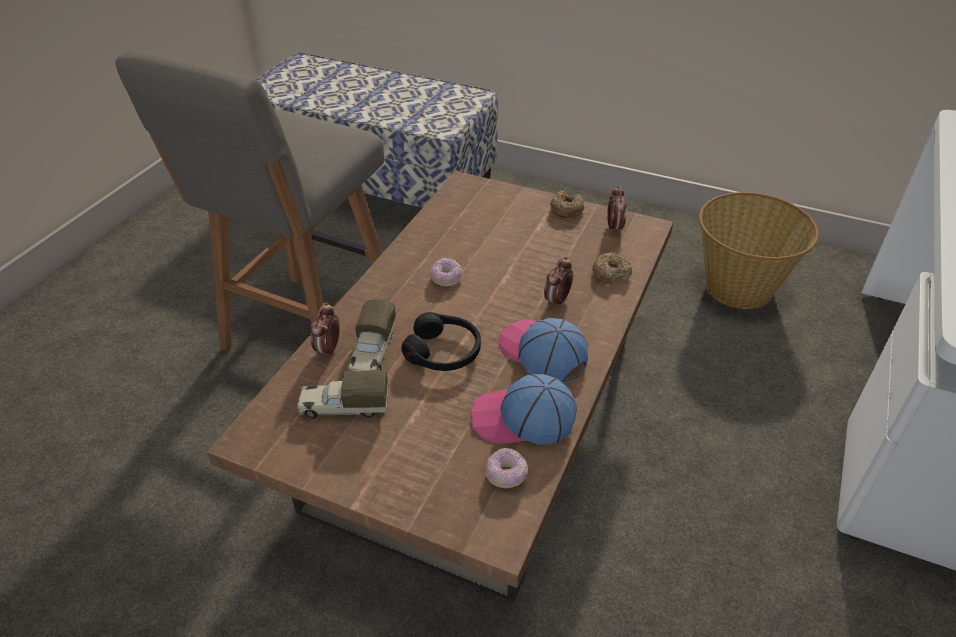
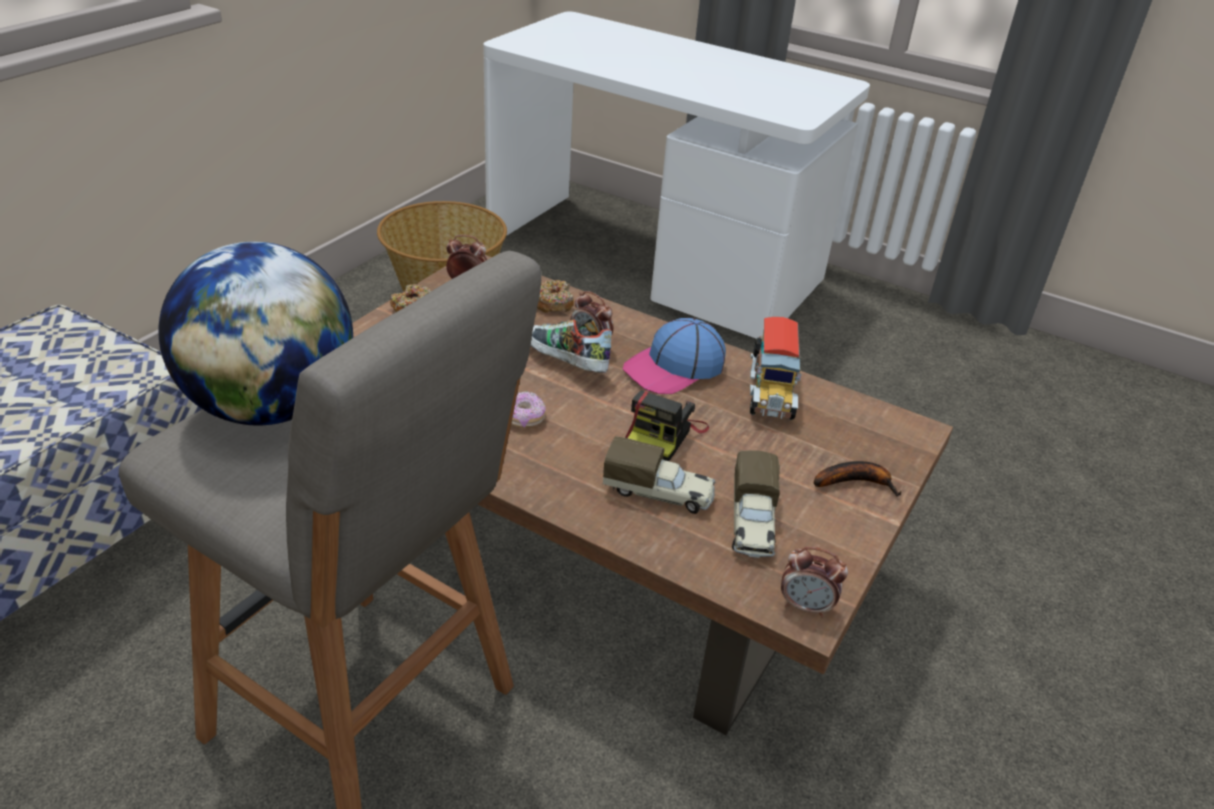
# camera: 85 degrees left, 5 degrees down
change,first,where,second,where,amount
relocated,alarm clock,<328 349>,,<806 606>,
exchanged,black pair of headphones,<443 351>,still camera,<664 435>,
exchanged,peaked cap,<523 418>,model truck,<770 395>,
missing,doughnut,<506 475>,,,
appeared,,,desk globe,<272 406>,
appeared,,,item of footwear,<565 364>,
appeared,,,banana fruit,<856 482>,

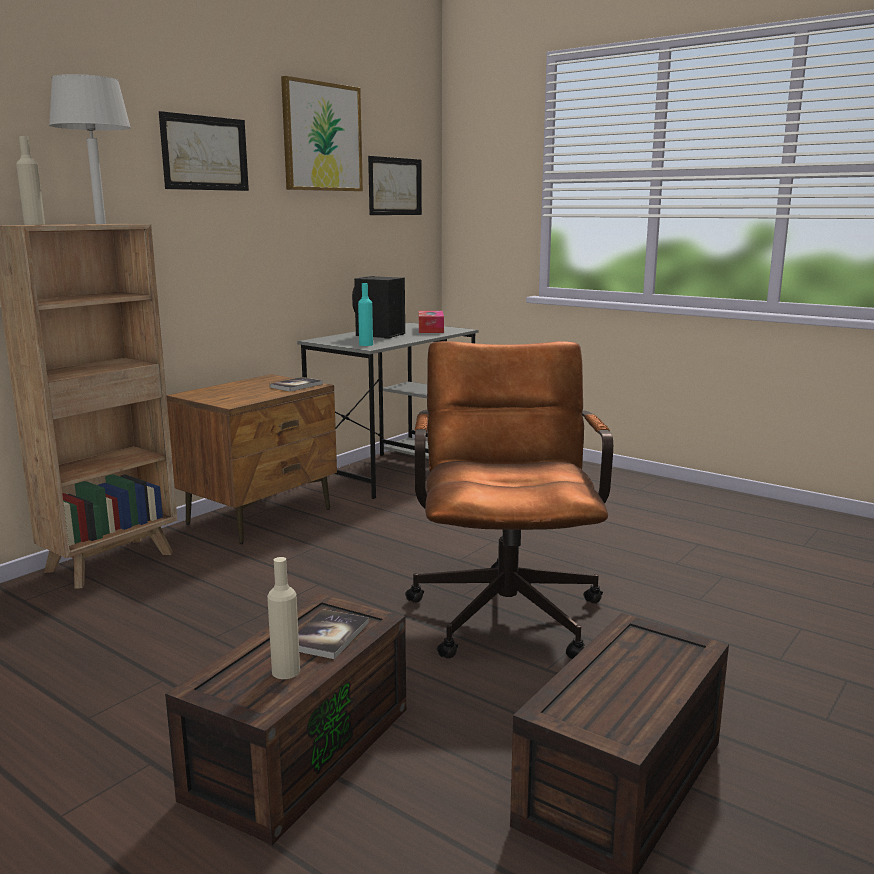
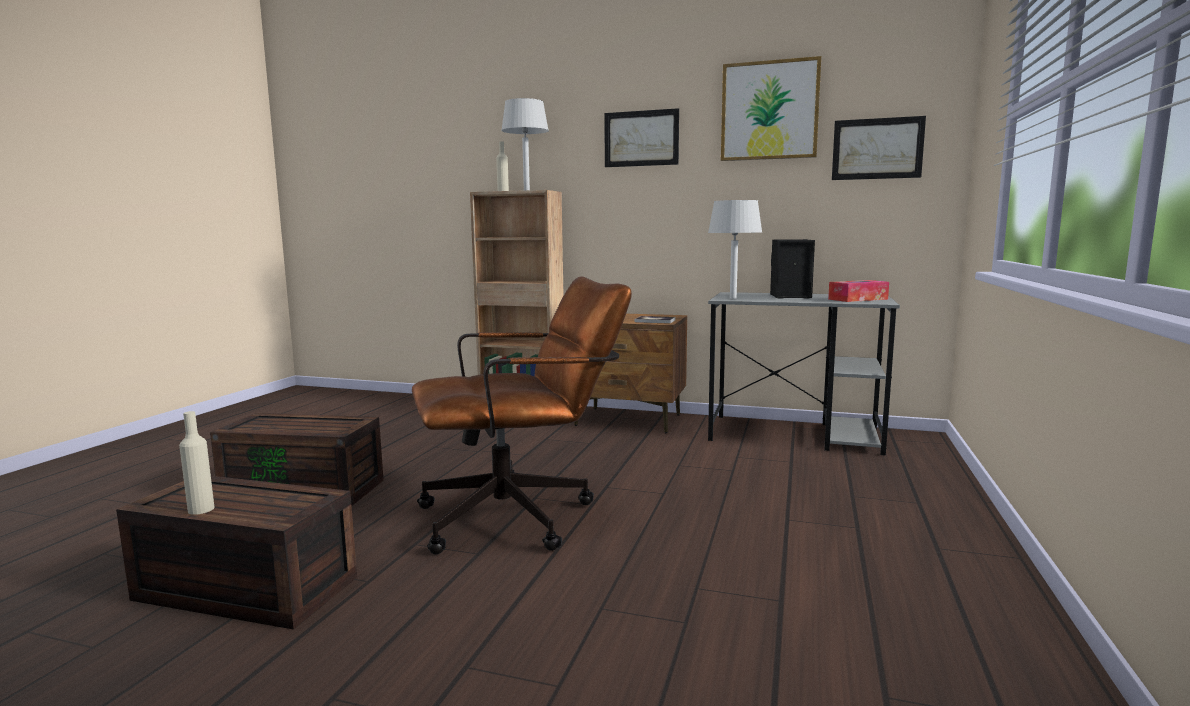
# camera: 70 degrees right, 5 degrees down
change,first,where,second,where,amount
relocated,beige-coloured drink bottle,<286 671>,,<201 509>,
missing,bound book,<328 635>,,,
exchanged,turquoise-coloured drink bottle,<366 344>,gray table lamp,<733 298>,

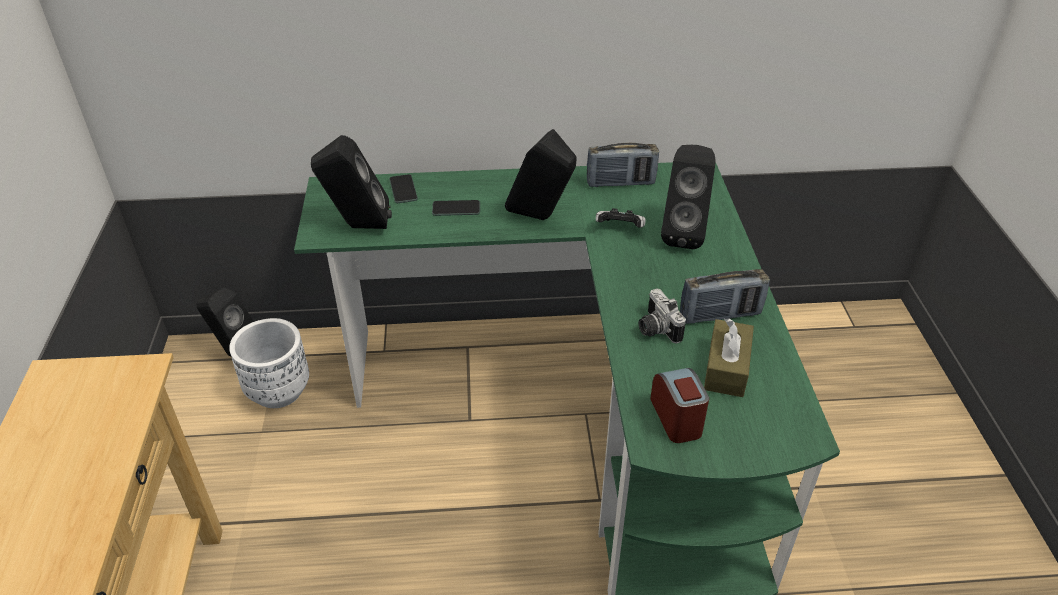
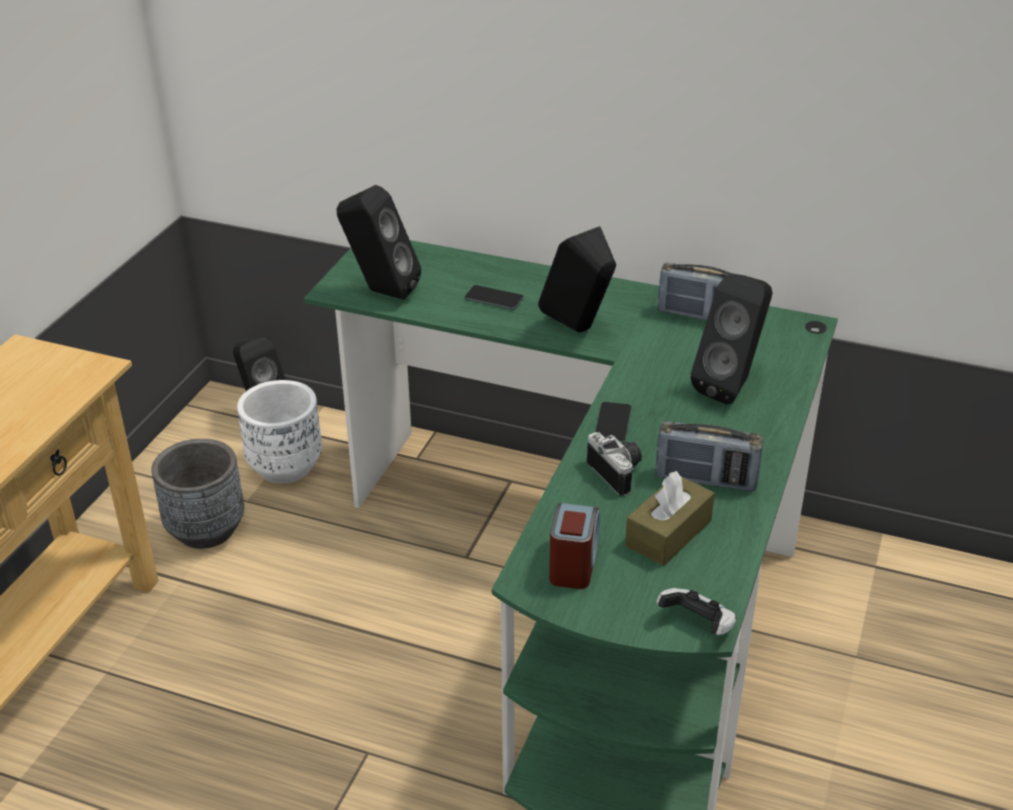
# camera: 25 degrees right, 5 degrees down
change,first,where,second,where,amount
relocated,phone,<403 189>,,<612 423>,
relocated,joypad,<620 229>,,<697 624>,
spun,still camera,<655 329>,,<619 472>,150 degrees clockwise
appeared,,,gray plant pot,<206 530>,

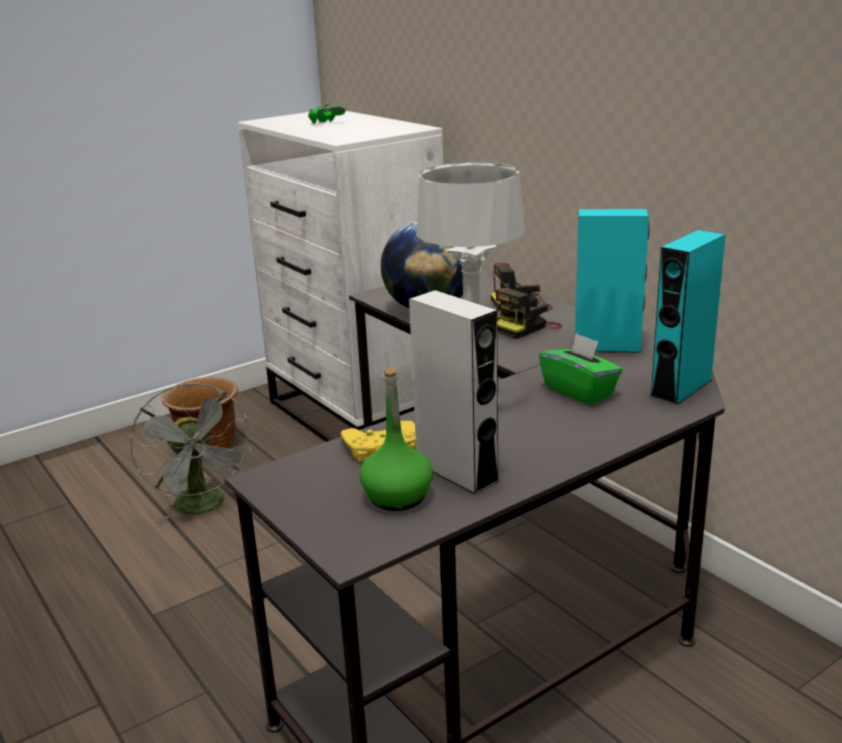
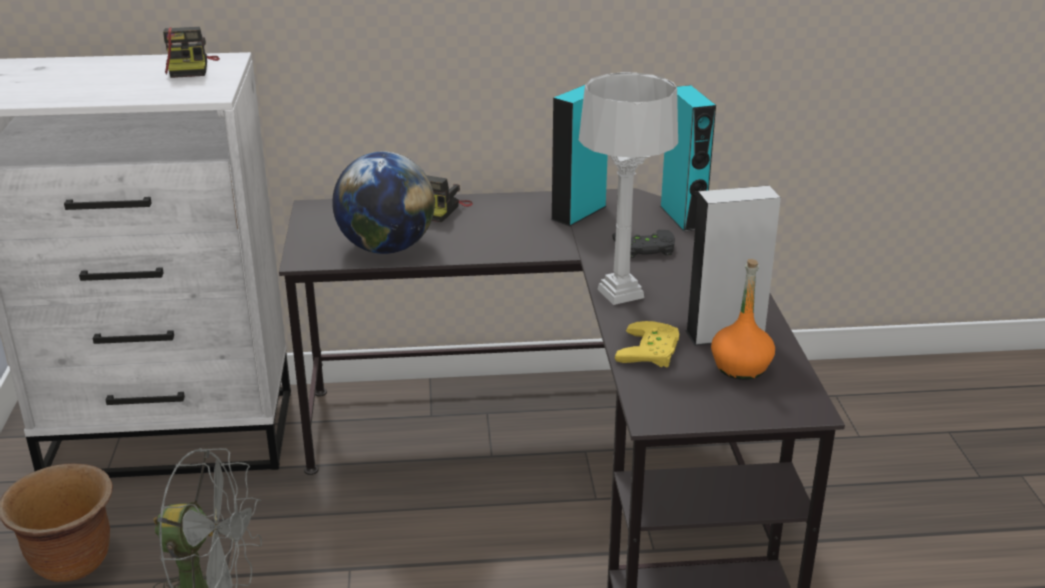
# camera: 60 degrees left, 5 degrees up
change,first,where,second,where,amount
missing,greenish joypad,<326 123>,,,
colour,greenish drink bottle,<397 497>,orangey drink bottle,<741 367>,
relocated,still camera,<526 328>,,<190 68>,
exchanged,greenish box of tissues,<579 391>,black joypad,<645 249>,

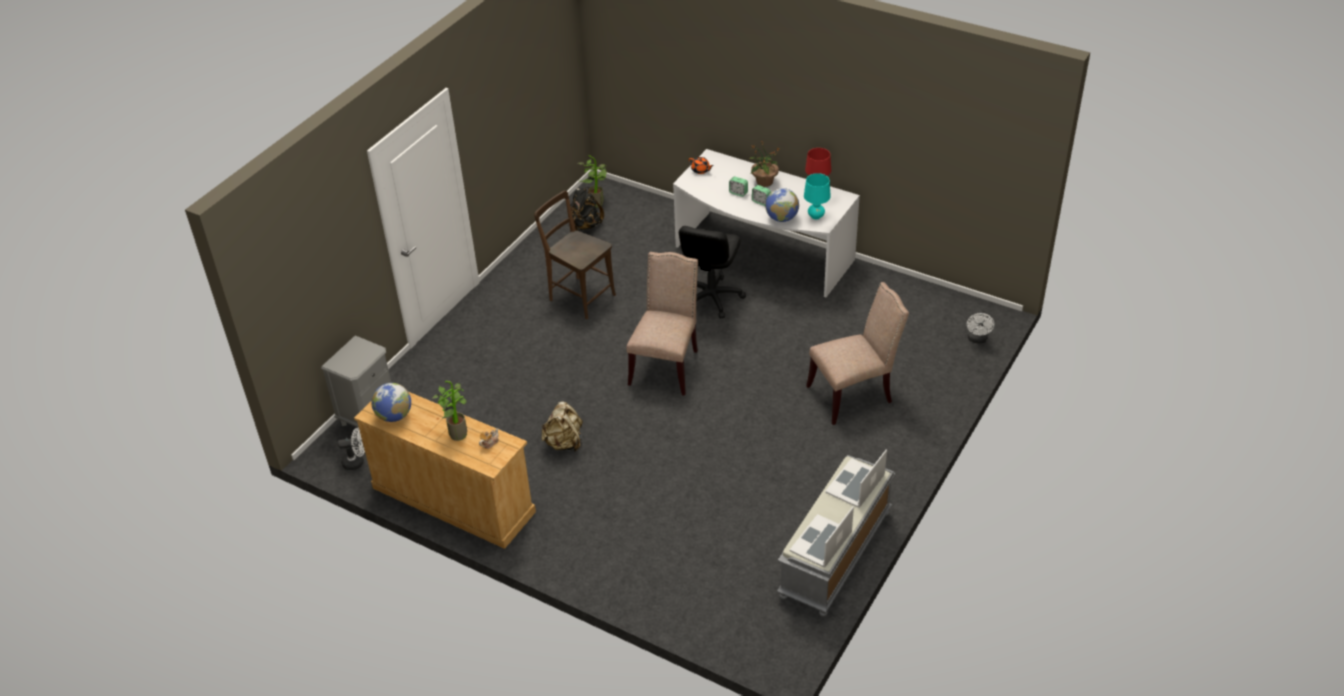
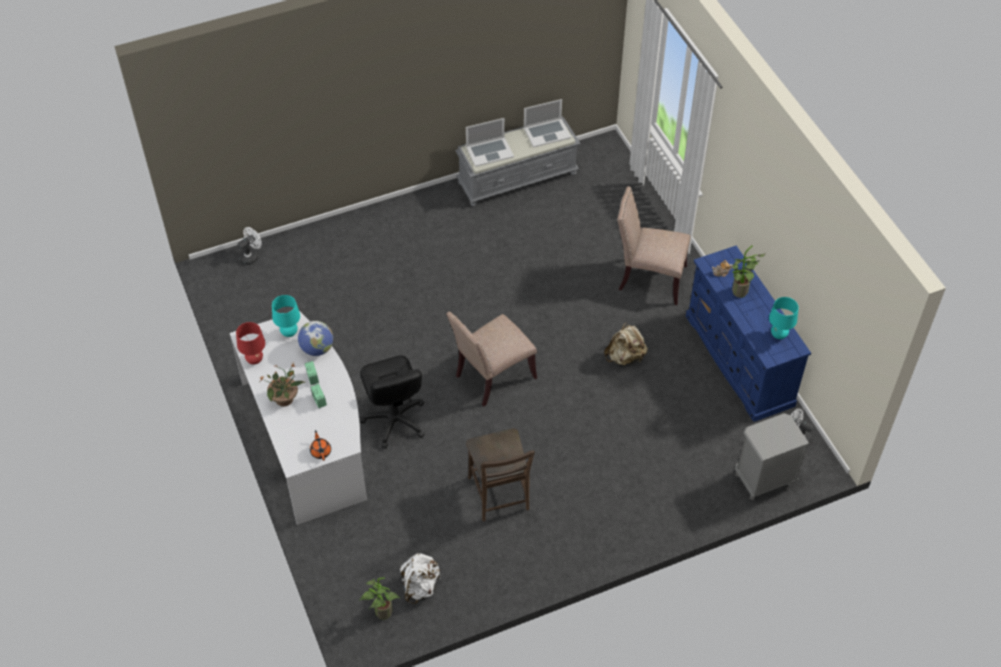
# camera: 145 degrees left, 10 degrees up
change,first,where,second,where,amount
colour,beige-coloured chest of drawers,<452 500>,blue chest of drawers,<739 360>,
exchanged,desk globe,<394 416>,turquoise-coloured table lamp,<778 335>,
colour,black rucksack,<585 225>,white-coloured rucksack,<420 586>,
spun,black office chair,<711 298>,,<394 420>,105 degrees clockwise
relocated,beige-coloured plain chair,<853 394>,,<649 278>,

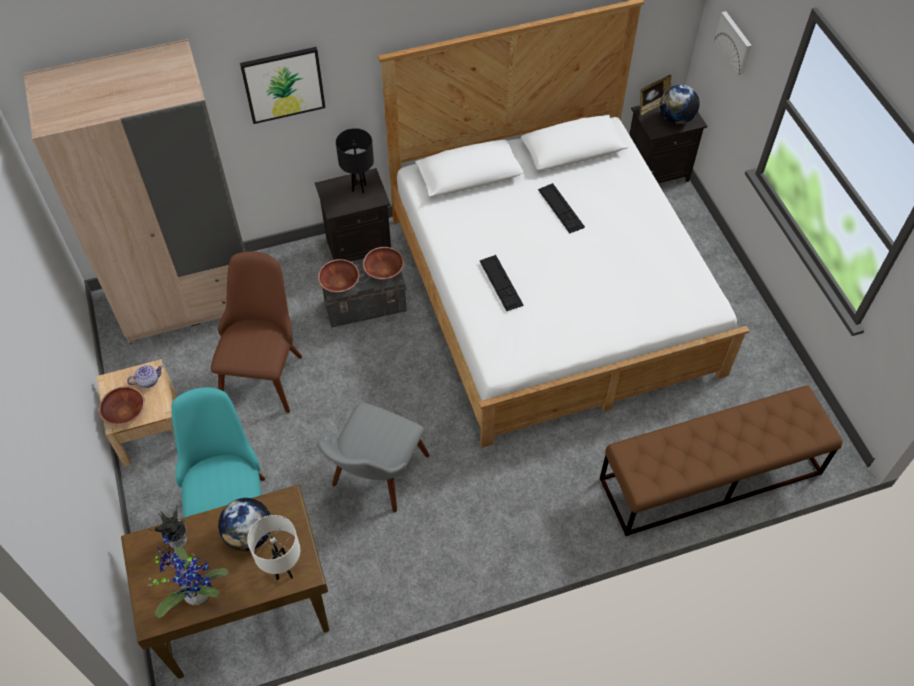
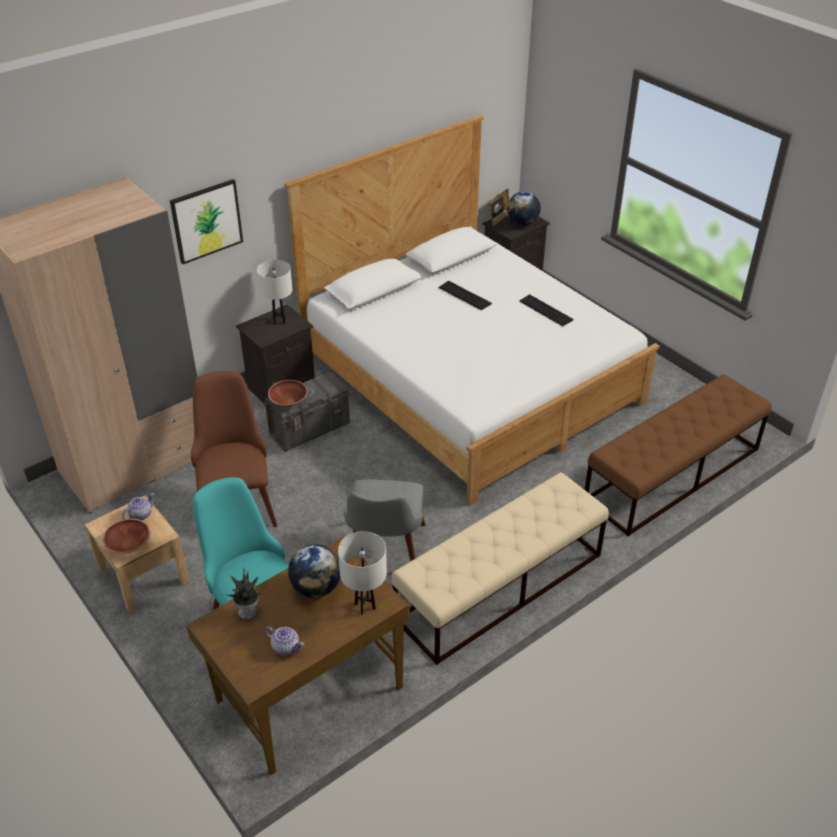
# camera: 20 degrees left, 15 degrees down
change,first,where,second,where,amount
exchanged,plant in a pot,<195 592>,pot for tea,<286 647>,
colour,black table lamp,<359 188>,white-coloured table lamp,<279 321>,
missing,brown-coloured bowl,<384 270>,,,
relocated,keyboard,<501 283>,,<545 310>,
missing,picture,<734 42>,,,
appeared,,,beige-coloured bench,<499 587>,

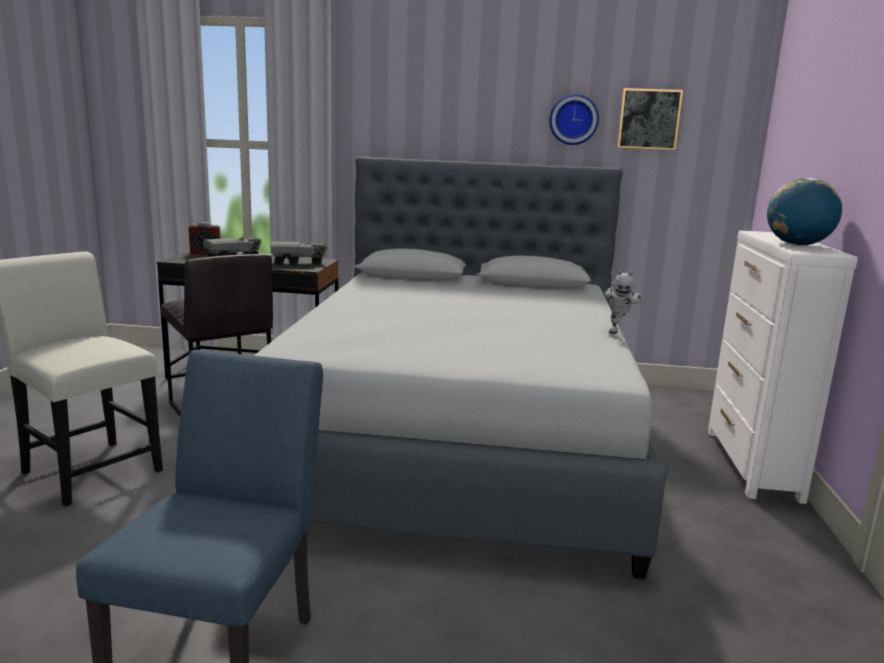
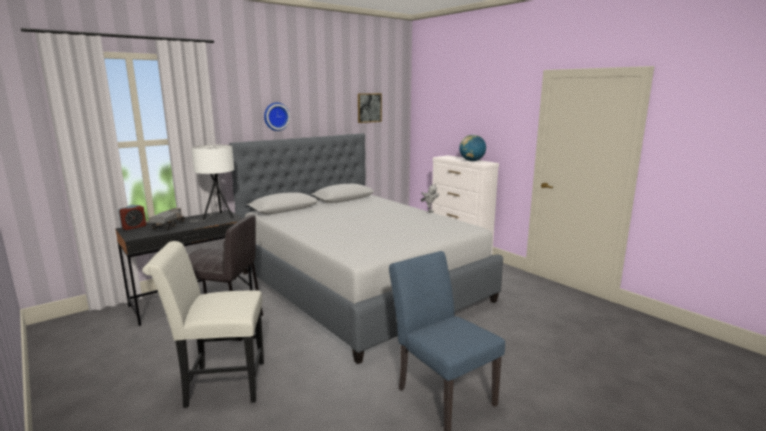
# camera: 45 degrees left, 0 degrees up
change,first,where,second,where,amount
exchanged,model truck,<298 263>,white-coloured table lamp,<217 217>,
relocated,hanging clock,<573 119>,,<276 116>,

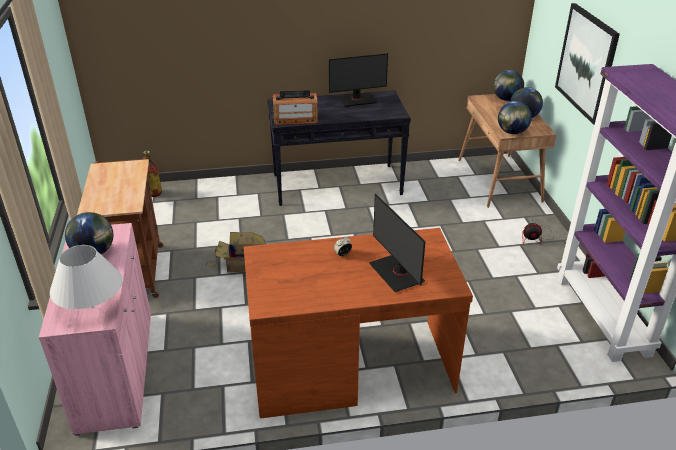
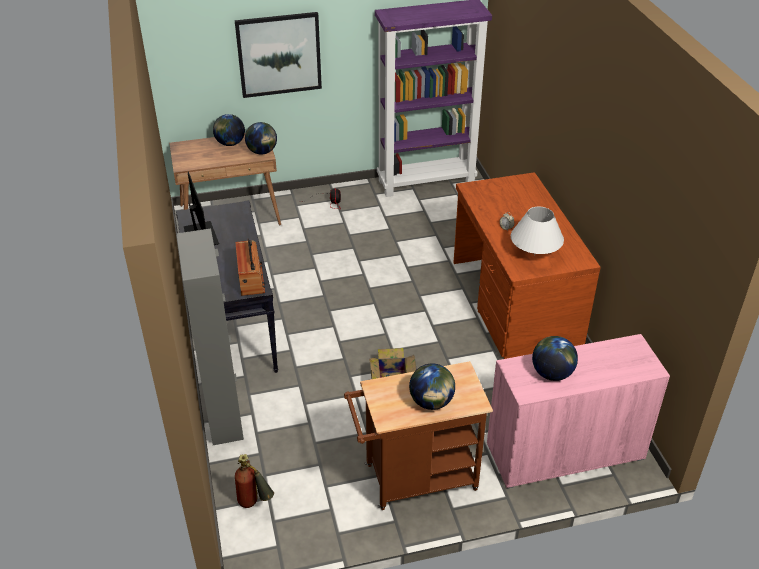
# camera: 95 degrees left, 5 degrees up
change,first,where,second,where,amount
relocated,white-coloured table lamp,<92 307>,,<534 255>,
missing,monitor,<397 273>,,,
relocated,desk globe,<506 99>,,<431 402>,
appeared,,,gray storage cabinet,<224 417>,

